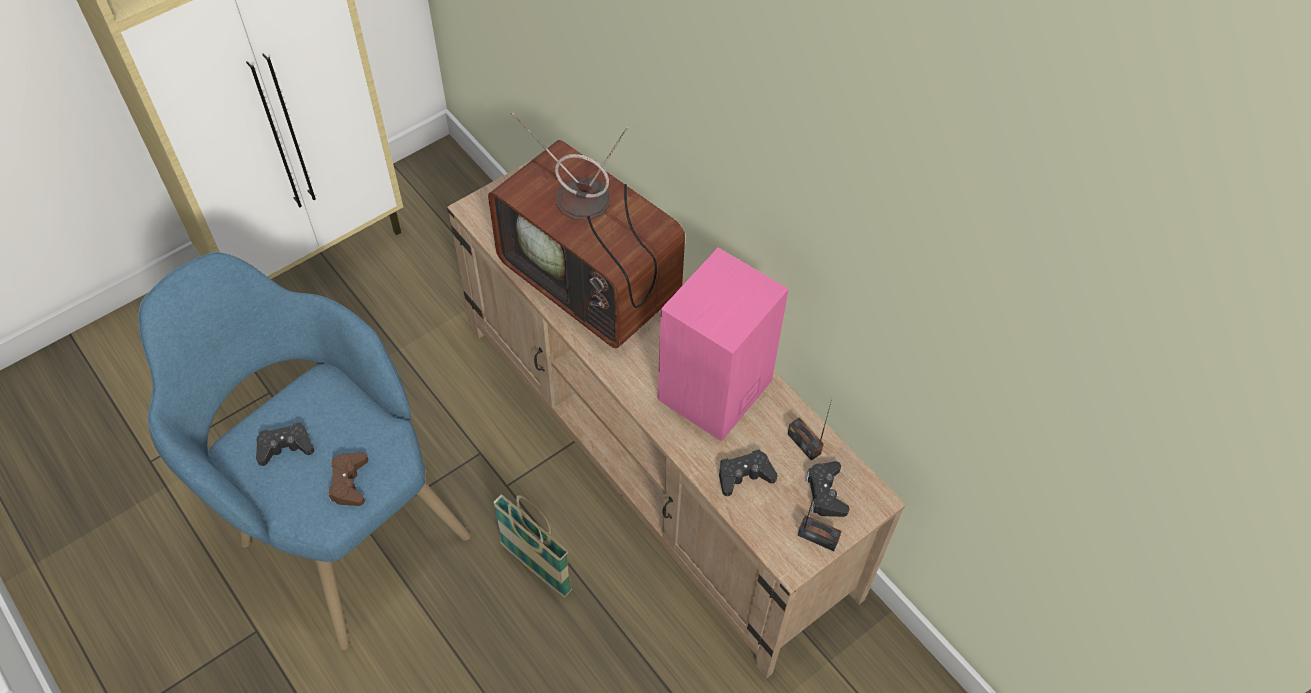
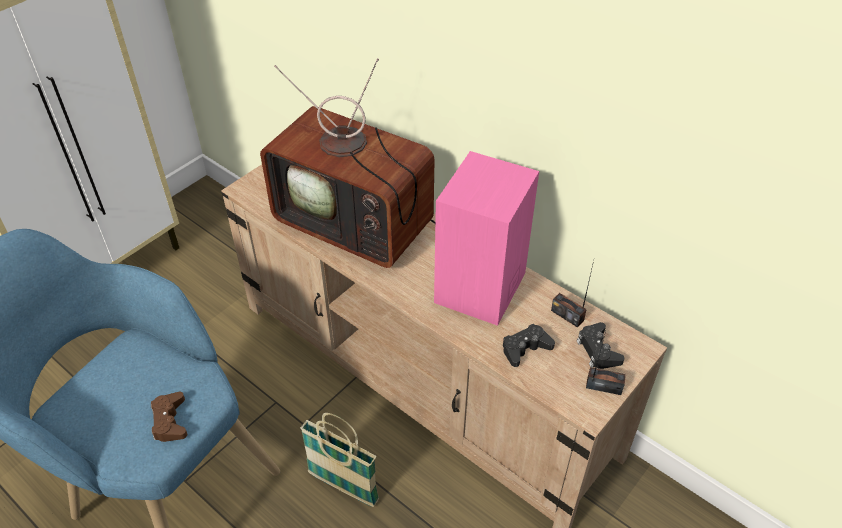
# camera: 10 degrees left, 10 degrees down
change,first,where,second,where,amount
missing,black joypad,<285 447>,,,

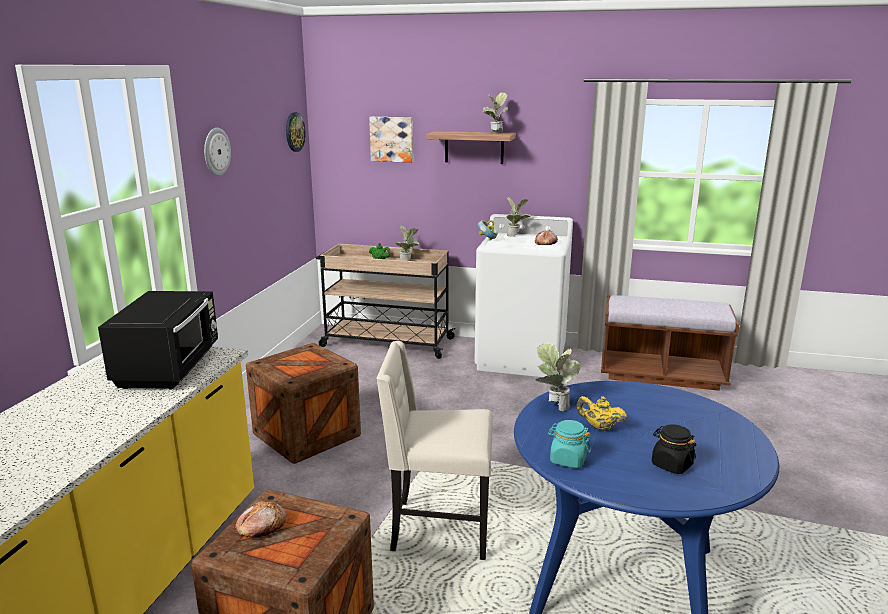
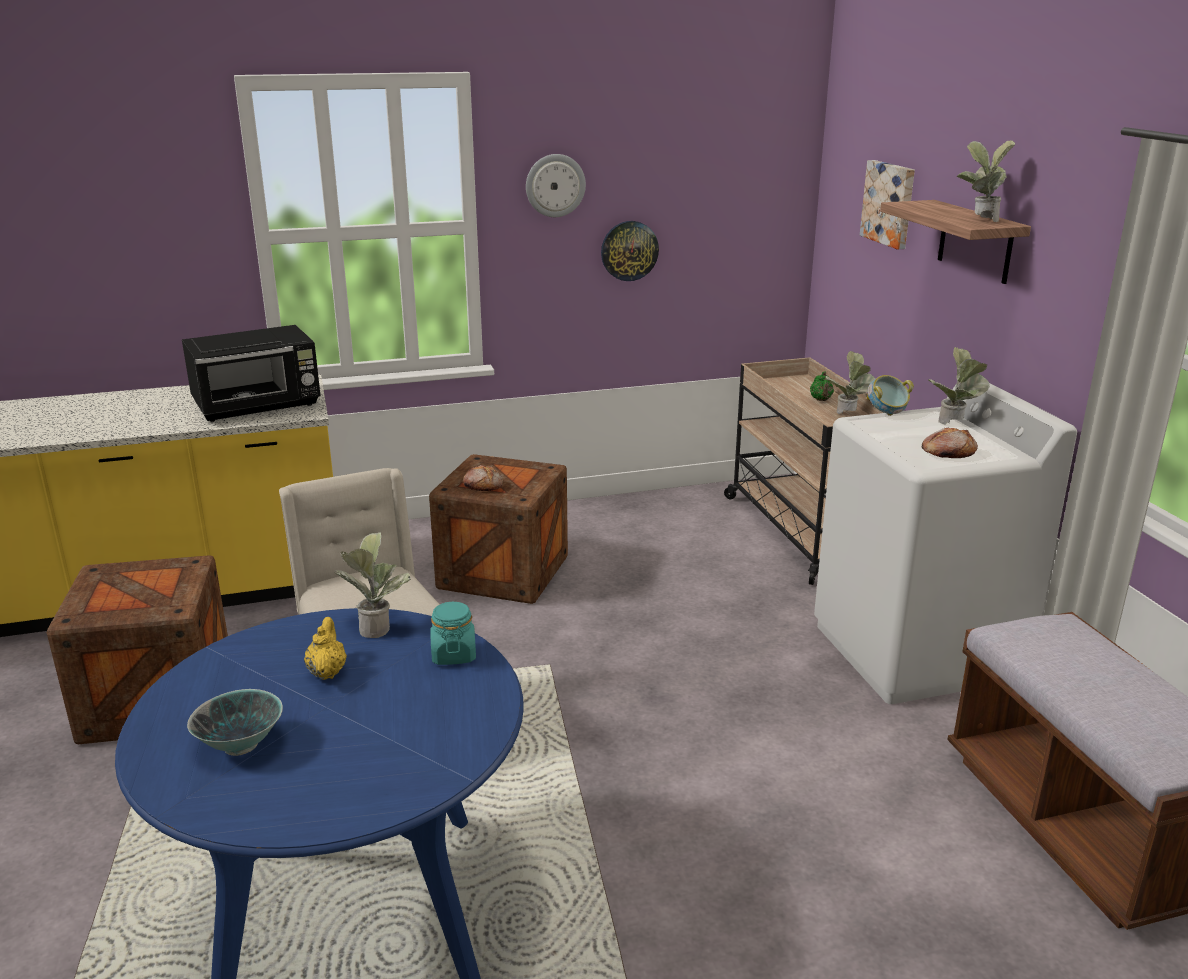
# camera: 60 degrees right, 5 degrees up
change,first,where,second,where,amount
relocated,bakery bread,<261 526>,,<483 485>,
relocated,hanging clock,<294 132>,,<629 250>,
relocated,turquoise-coloured preserve jar,<568 460>,,<453 654>,
exchanged,black preserve jar,<671 465>,bowl,<241 746>,

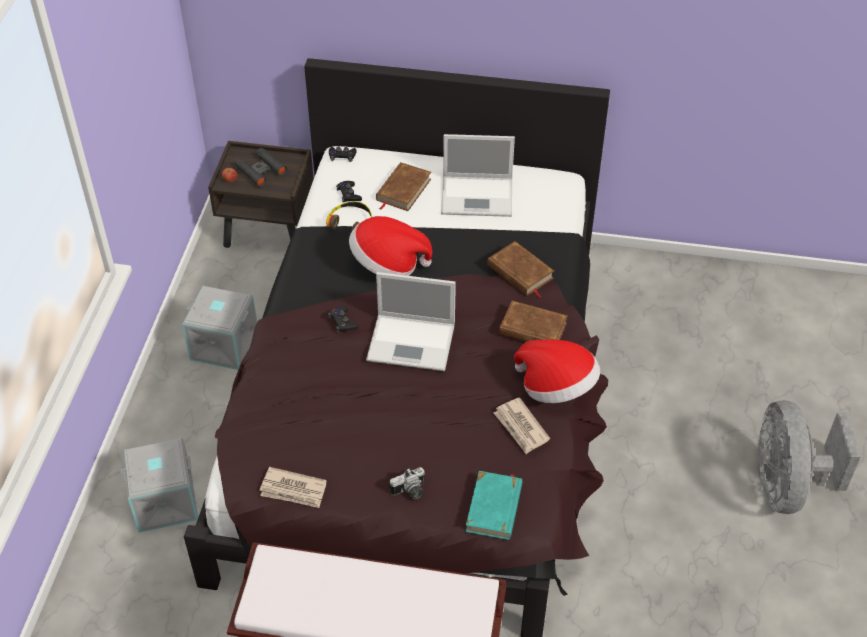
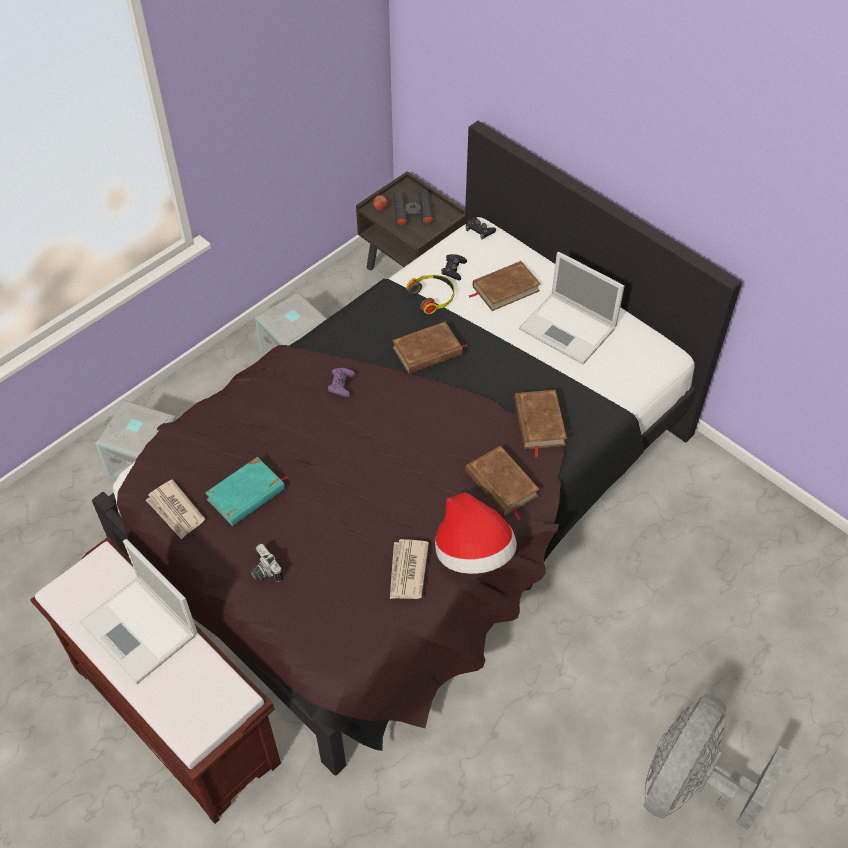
# camera: 35 degrees right, 5 degrees up
change,first,where,second,where,amount
colour,black joypad,<342 322>,purplish joypad,<341 384>,
exchanged,clothing hat,<388 264>,brown-coloured bound book,<428 351>,
relocated,laptop,<413 342>,,<141 630>,
spun,still camera,<410 492>,,<264 571>,45 degrees clockwise
relocated,turquoise-coloured bound book,<494 508>,,<246 494>,

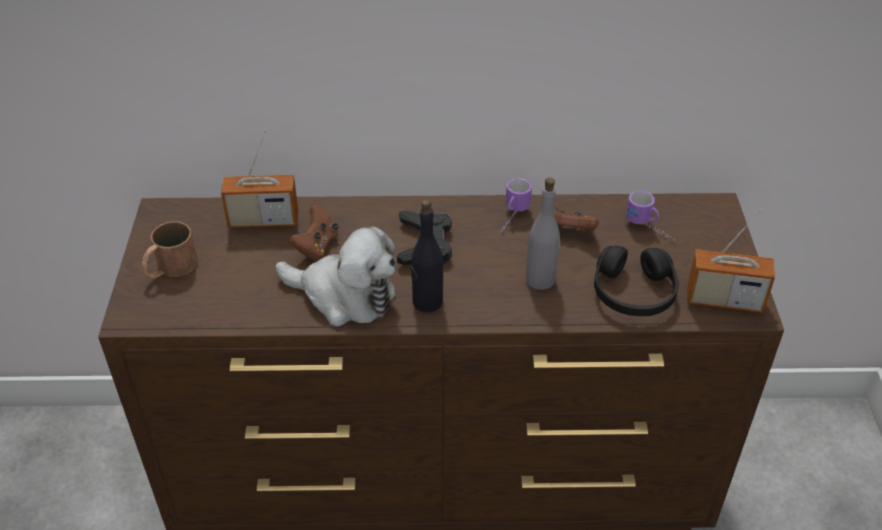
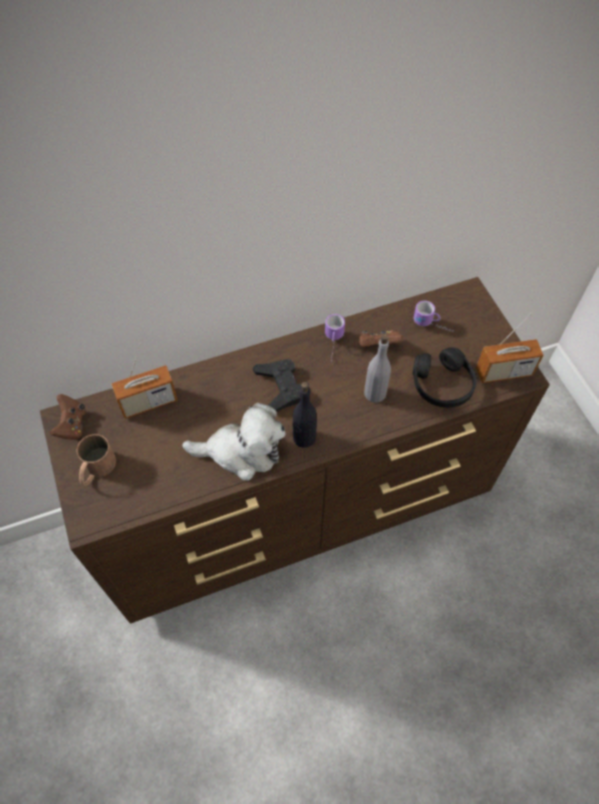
# camera: 20 degrees left, 15 degrees up
change,first,where,second,where,amount
relocated,brown-coloured joypad,<316 246>,,<72 425>,

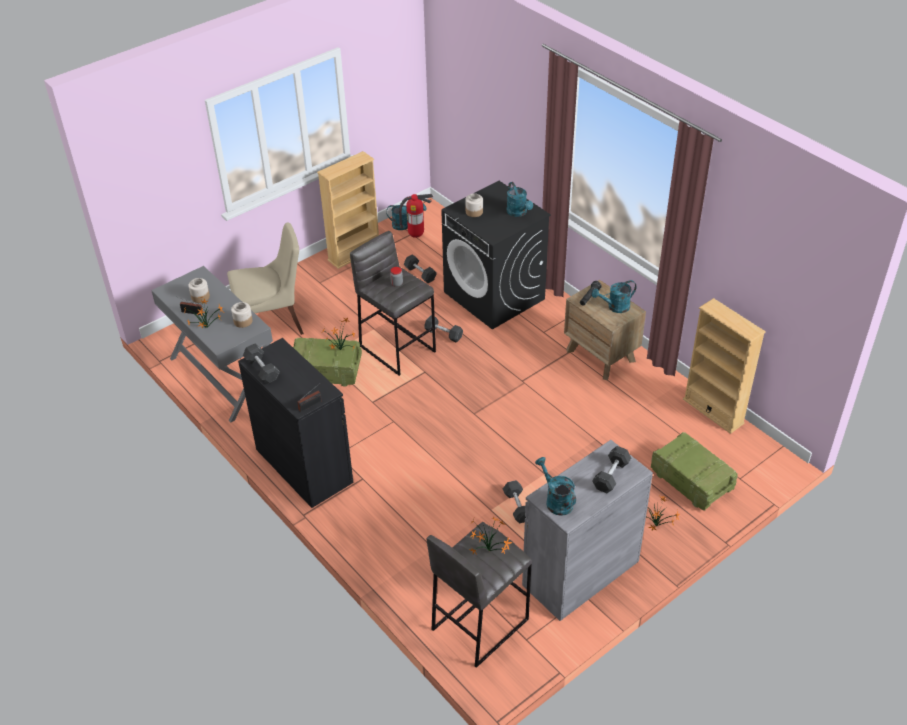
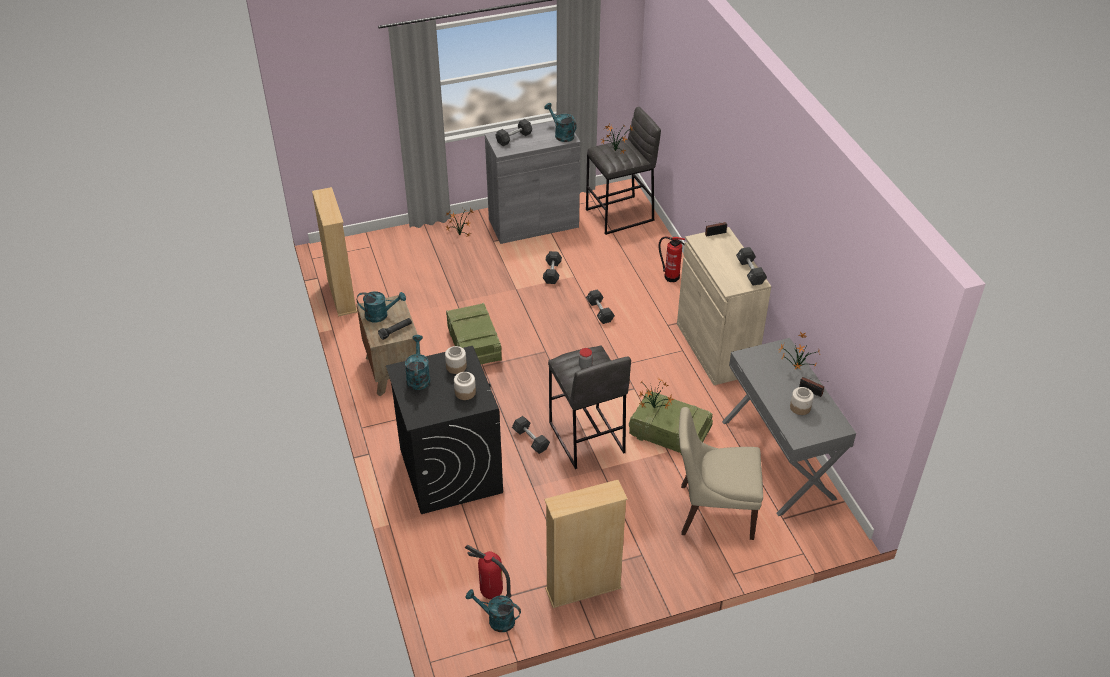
# camera: 160 degrees left, 0 degrees up
change,first,where,second,where,amount
relocated,preserve jar,<243 321>,,<456 366>,
colour,black storage cabinet,<304 466>,beige-coloured storage cabinet,<715 349>,
relocated,black free weight,<420 274>,,<600 311>,
spun,turquoise-coloured watering can,<556 500>,,<561 134>,150 degrees clockwise
relocated,packing crate,<692 481>,,<473 345>,
appeared,,,fire-fighting cylinder,<670 276>,

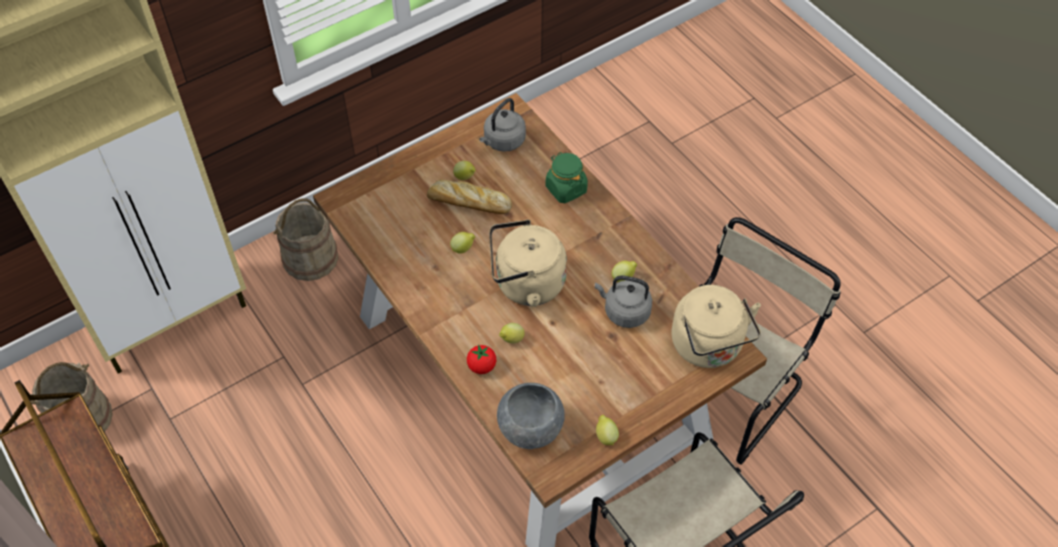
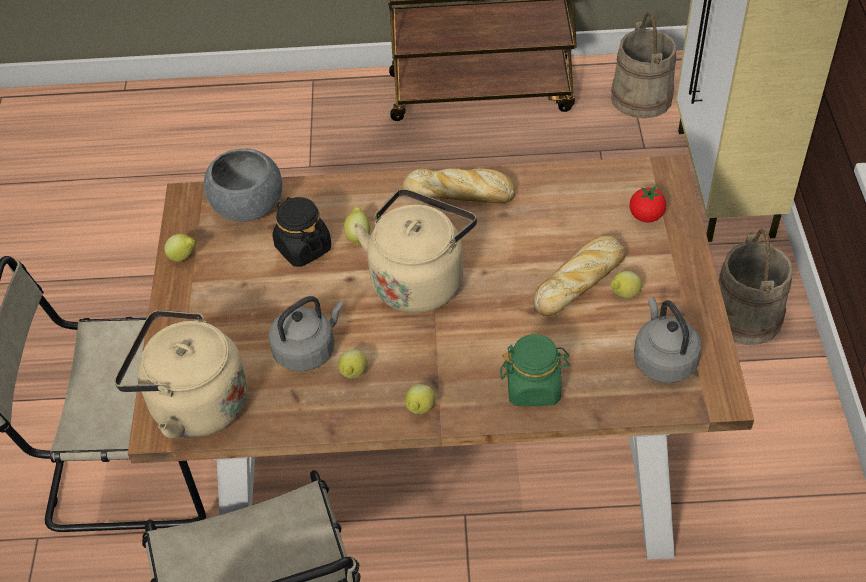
# camera: 125 degrees right, 5 degrees down
change,first,where,second,where,amount
relocated,whole lemon,<463 248>,,<420 410>,
relocated,fresh tomato,<481 366>,,<646 216>,
appeared,,,black preserve jar,<303 248>,
appeared,,,bakery bread,<460 193>,

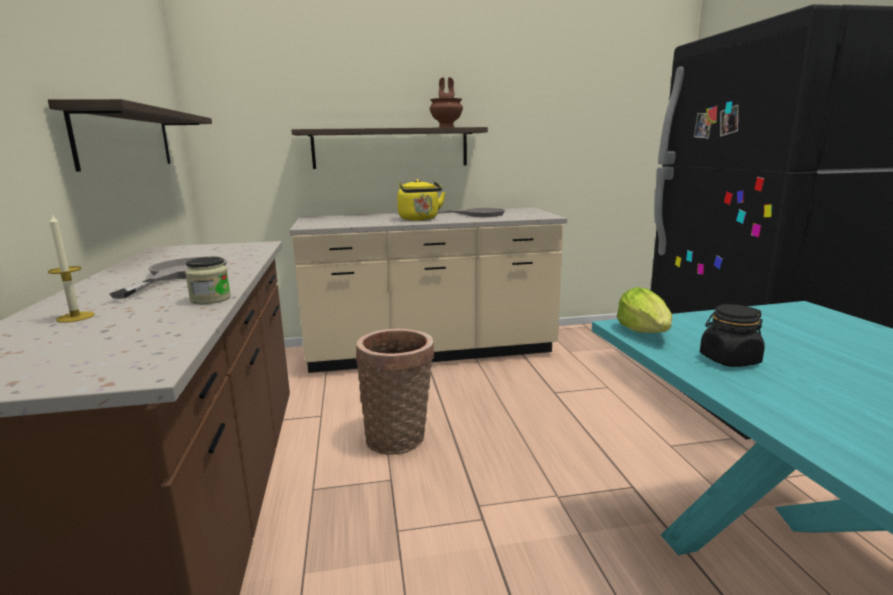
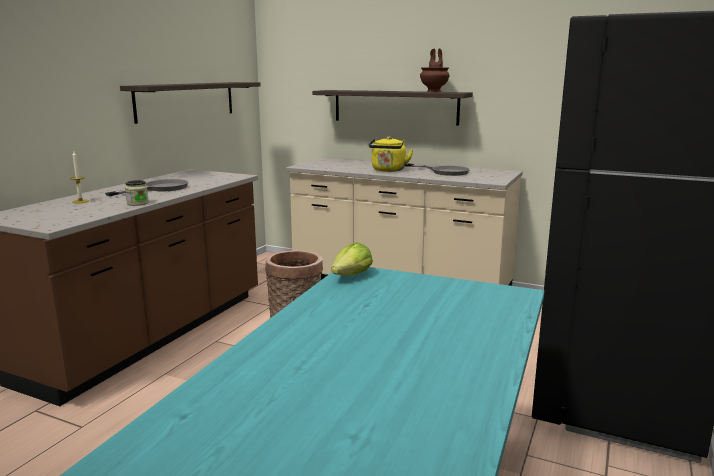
# camera: 35 degrees right, 0 degrees up
change,first,where,second,where,amount
missing,black preserve jar,<729 360>,,,

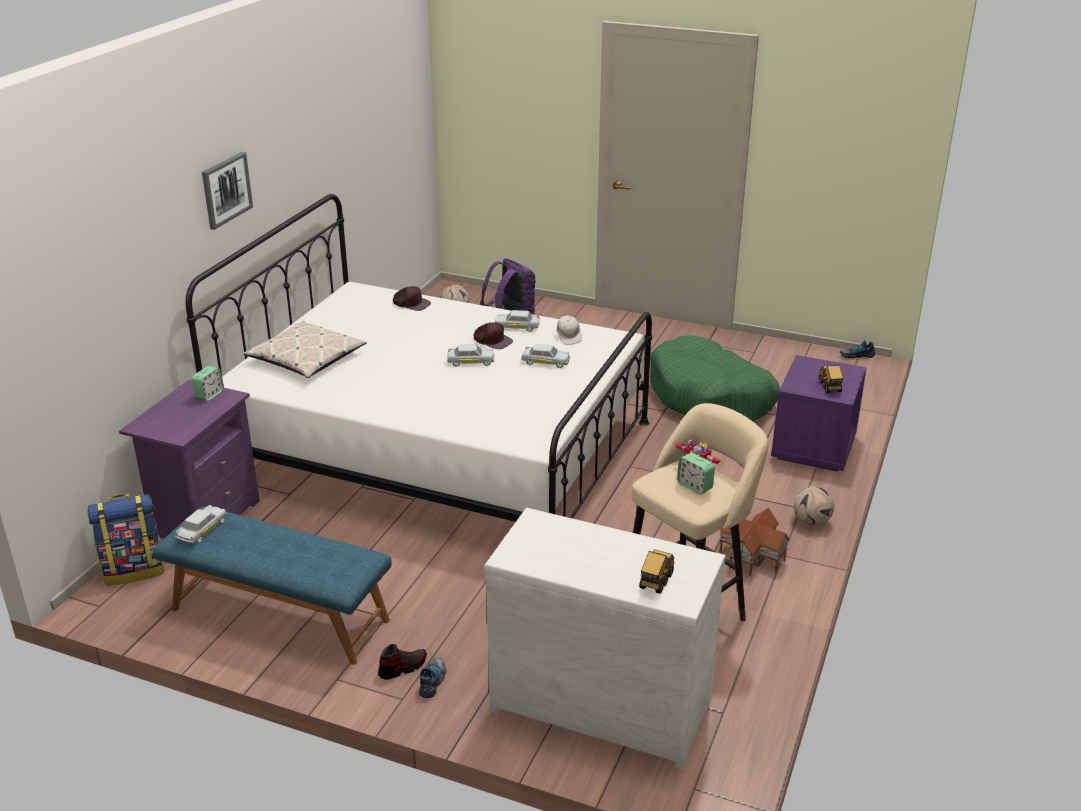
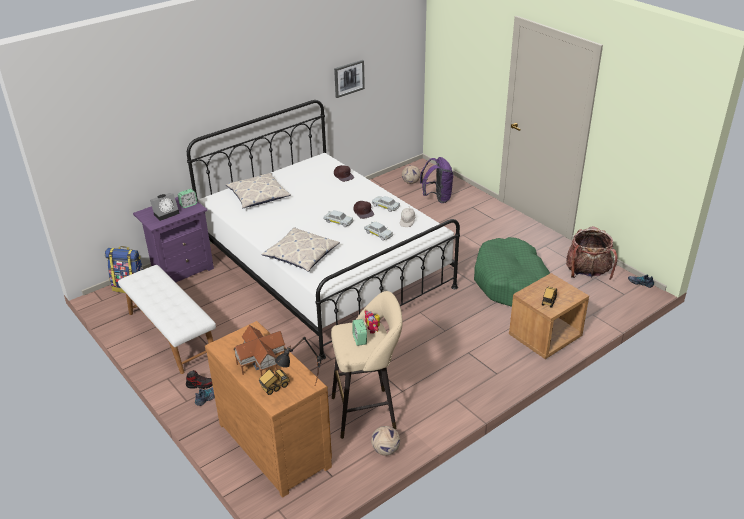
# camera: 30 degrees right, 5 degrees up
change,first,where,second,where,amount
colour,blue bench,<279 615>,white-coloured bench,<171 334>,
missing,white-coloured toy car,<202 530>,,,
relocated,picture,<226 189>,,<349 78>,
colour,white-coloured chest of drawers,<601 702>,brown-coloured chest of drawers,<276 443>,
relocated,miniature house,<751 555>,,<261 361>,
colour,purplish bedside table,<814 448>,brown-coloured bedside table,<544 338>,
relocated,football,<811 522>,,<385 450>,
appeared,,,alarm clock,<166 213>,
appeared,,,pillow,<301 254>,
appeared,,,black table lamp,<302 394>,
appeared,,,rucksack,<587 273>,

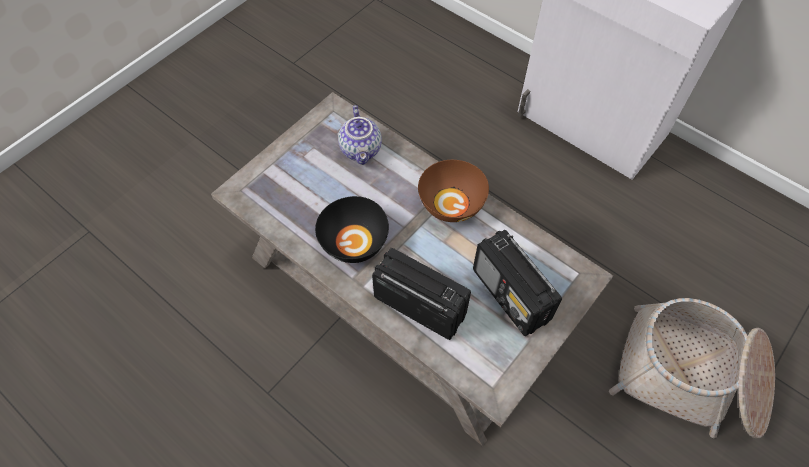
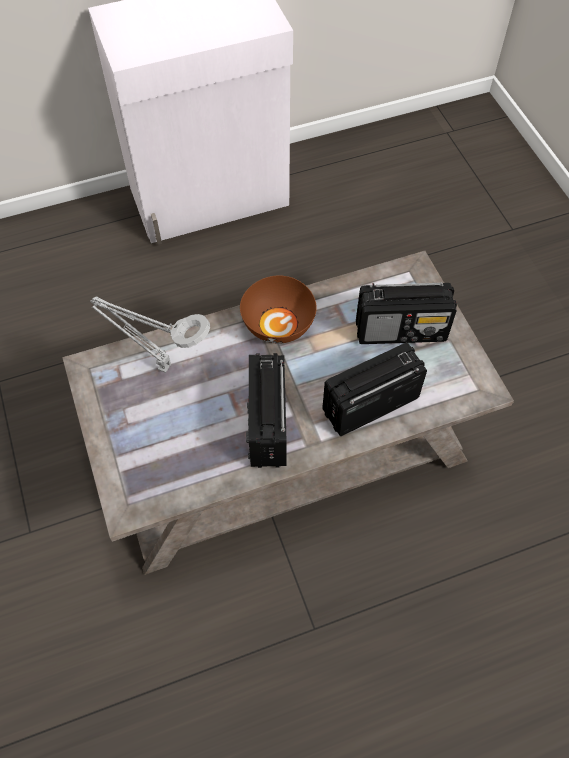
# camera: 60 degrees left, 0 degrees up
change,first,where,second,where,amount
exchanged,black bowl,<354 243>,radio,<267 426>,
exchanged,pot for tea,<362 150>,gray table lamp,<161 366>,
missing,household basket,<691 377>,,,

